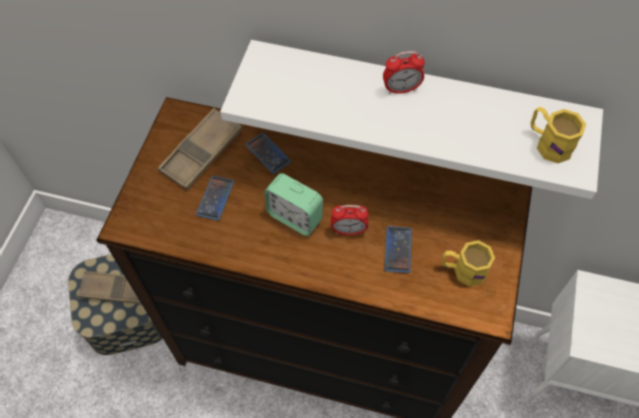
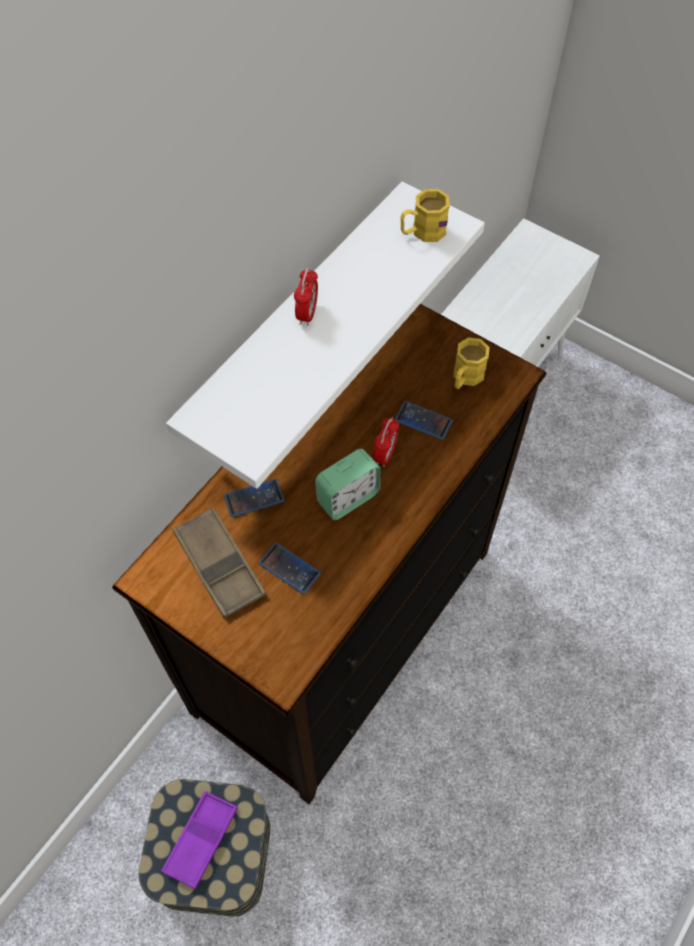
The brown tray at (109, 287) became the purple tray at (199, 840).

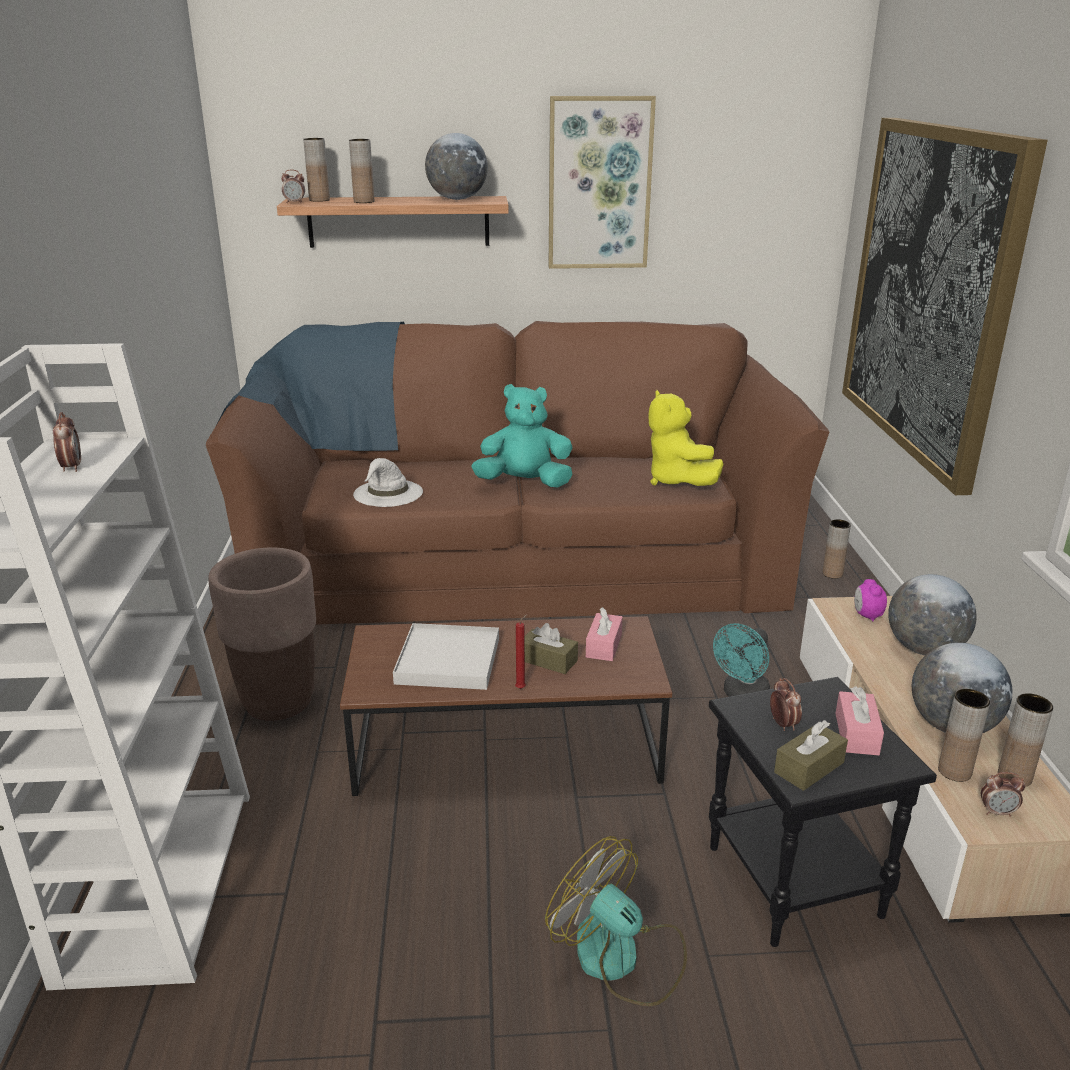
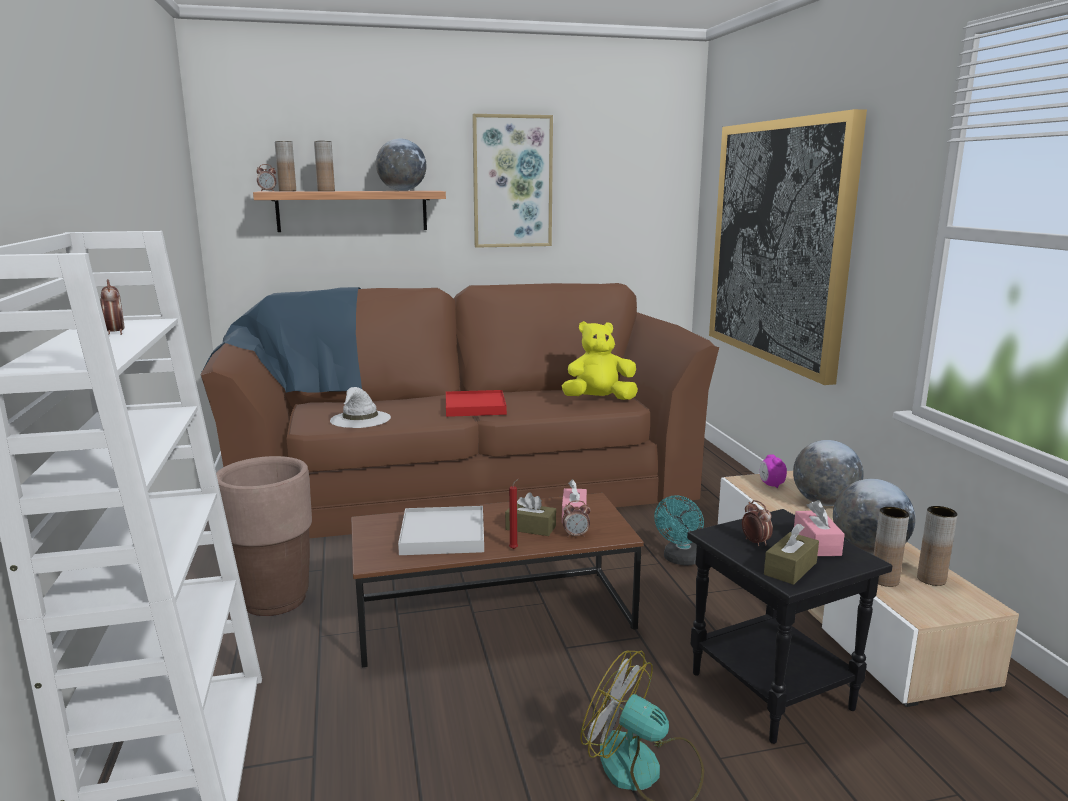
The brown vase at (836, 549) disappeared.
The alarm clock moved from (1003, 794) to (576, 518).
The turquoise plush toy at (522, 436) was replaced by the red tray at (476, 403).
The yellow plush toy at (685, 438) turned 105 degrees clockwise.

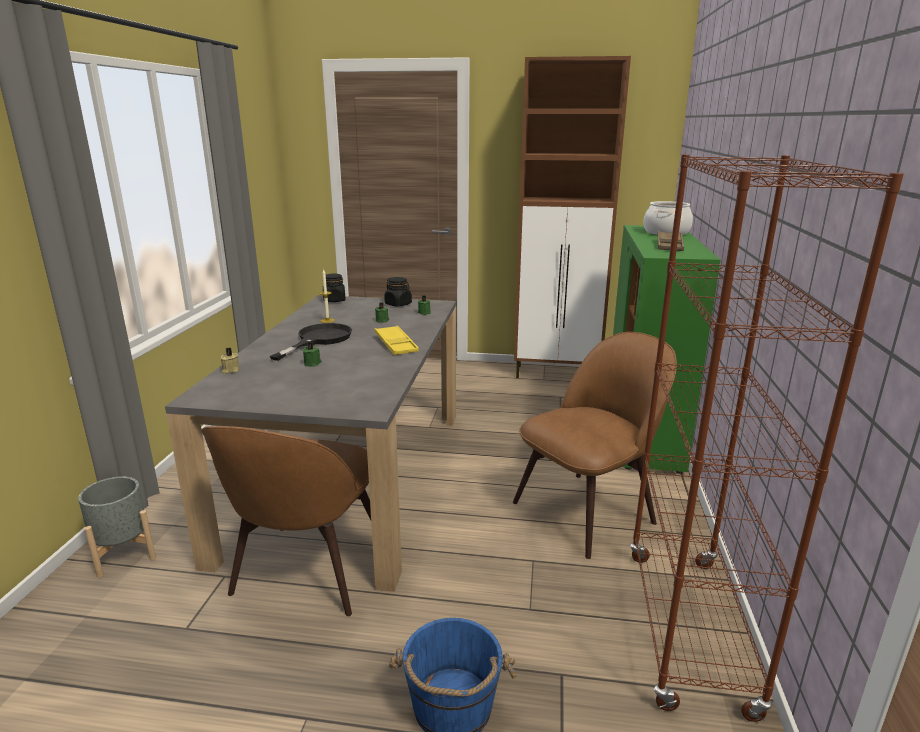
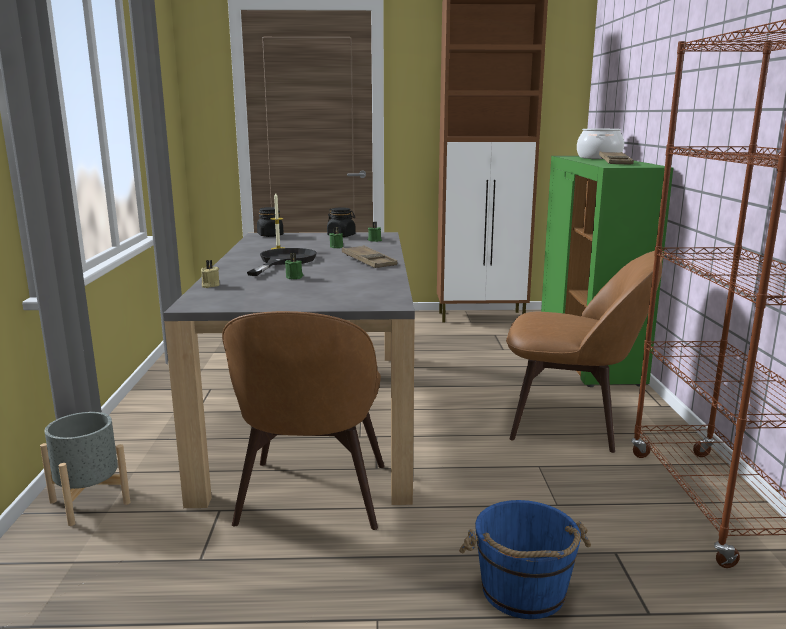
The yellow tray at (397, 340) became the brown tray at (369, 256).
The brown chair at (595, 445) turned 60 degrees clockwise.

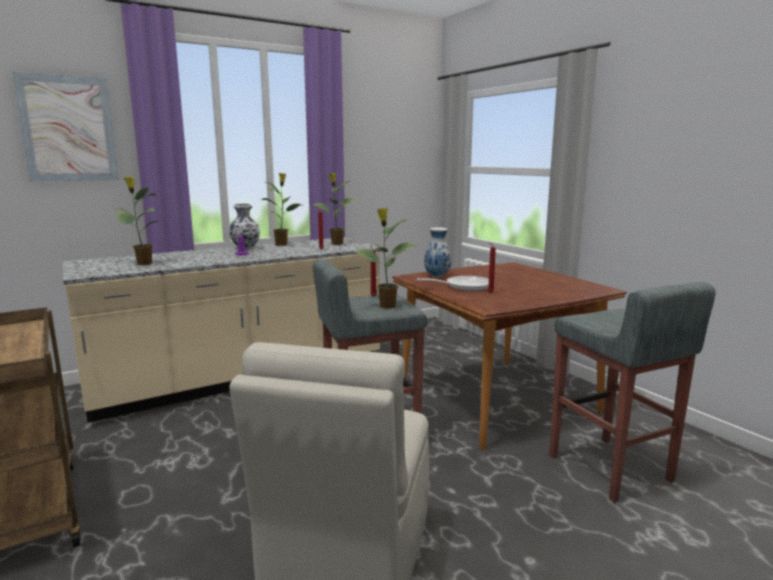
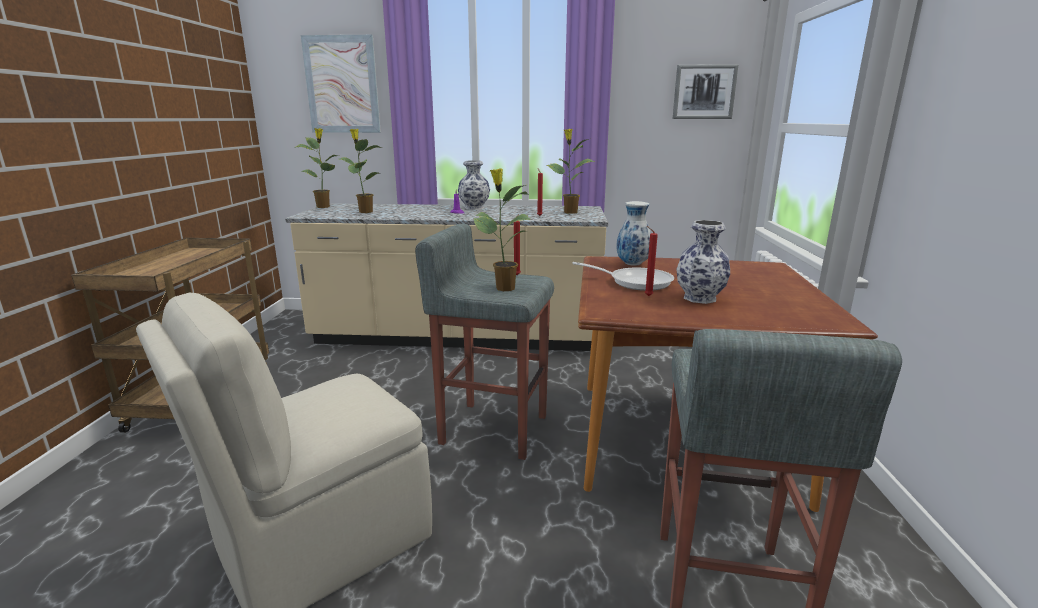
The picture at (706, 91) appeared.
The vase at (703, 262) appeared.
The potted plant moved from (280, 209) to (317, 168).

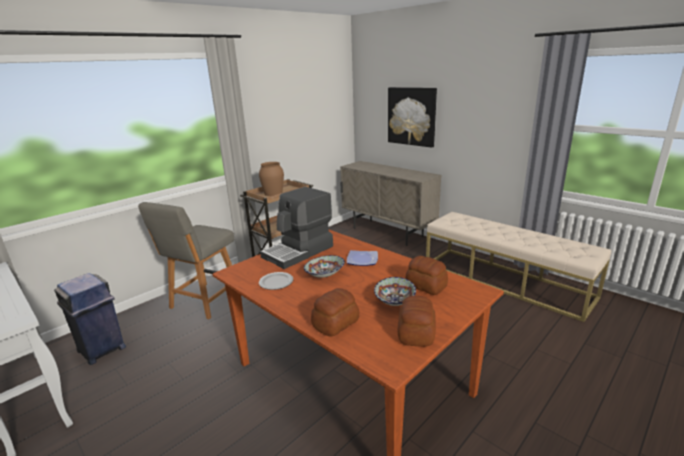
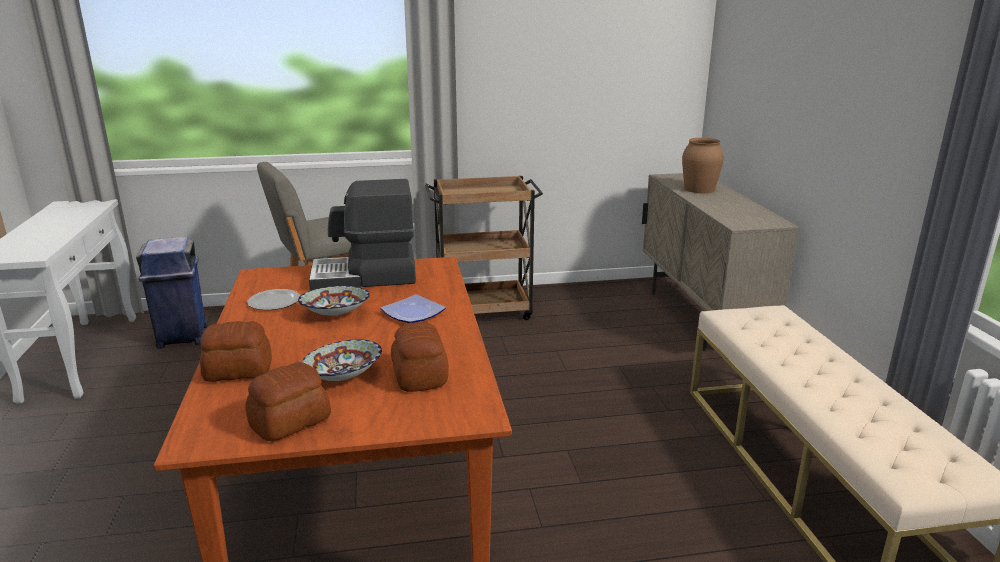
The picture at (412, 117) disappeared.
The brown vase moved from (271, 179) to (703, 165).

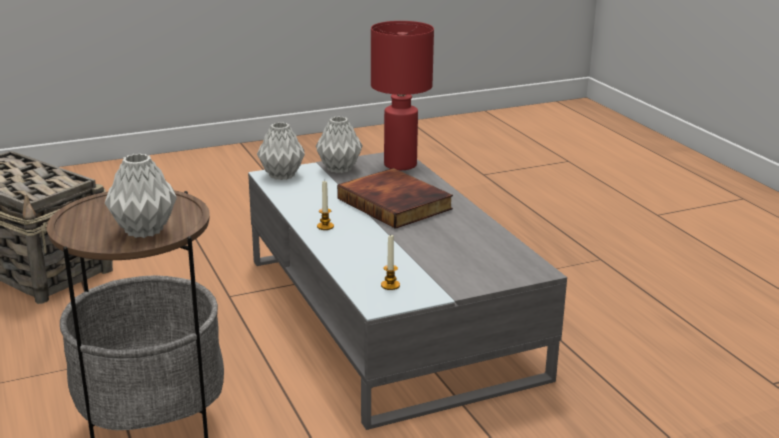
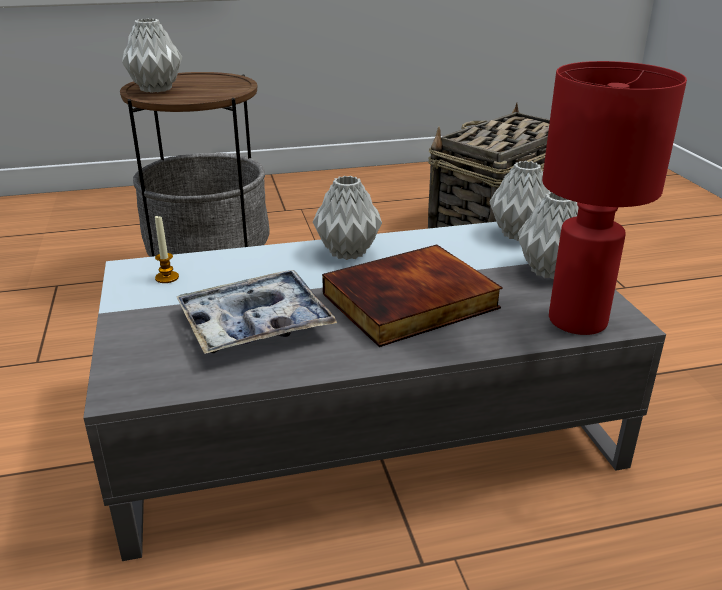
The tray at (257, 312) appeared.
The candle at (325, 205) was replaced by the grey vase at (347, 218).

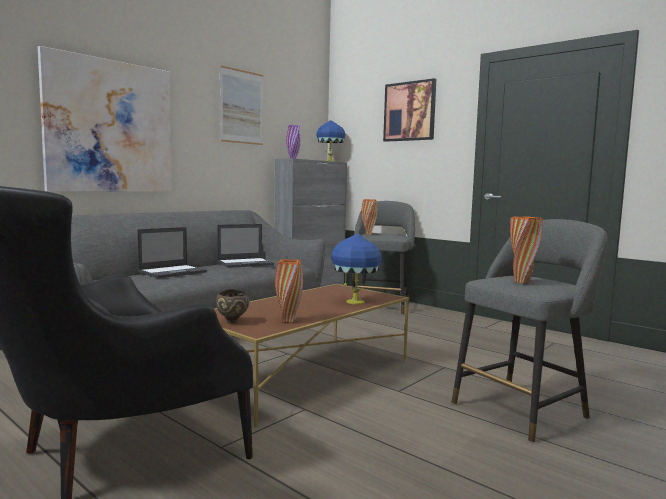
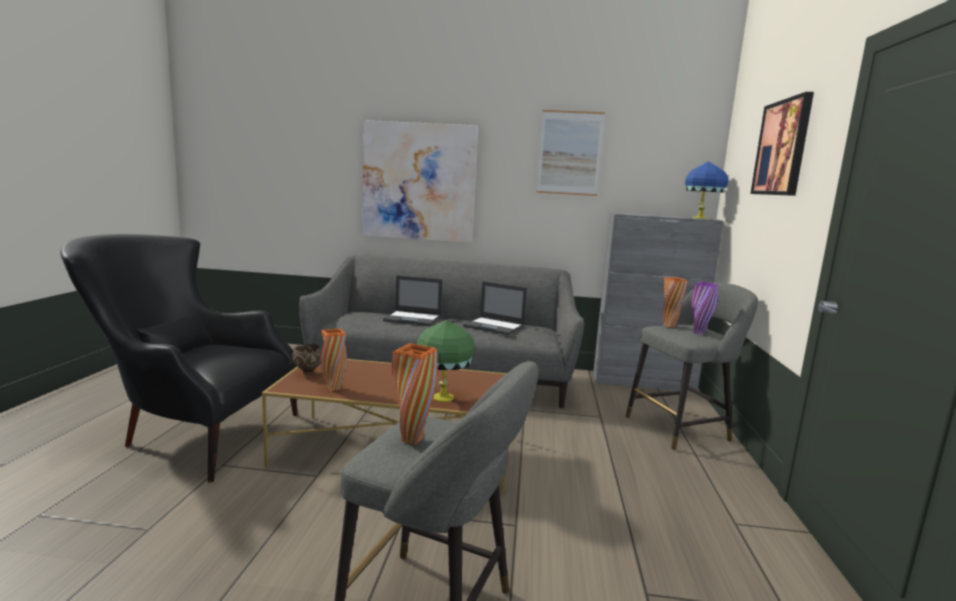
The purple vase moved from (293, 142) to (705, 308).
The blue table lamp at (356, 268) became the green table lamp at (446, 361).

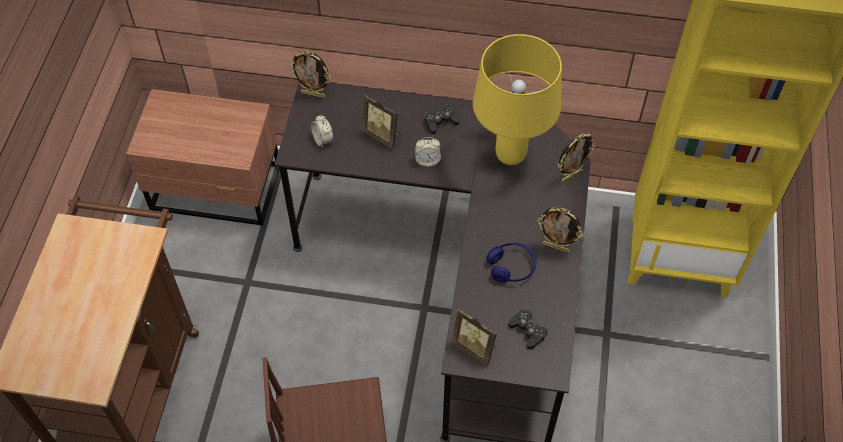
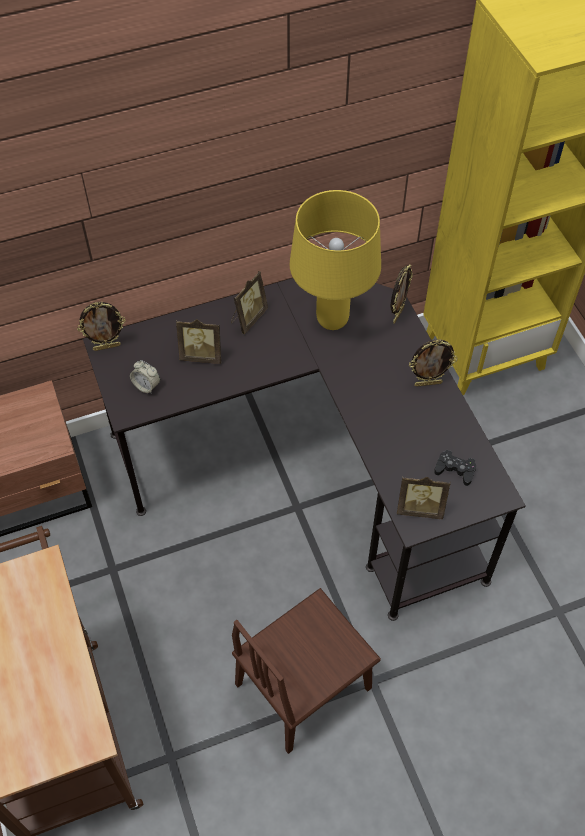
The alarm clock at (428, 152) disappeared.
The blue headphones at (511, 262) disappeared.
The black game controller at (442, 119) was replaced by the picture frame at (249, 302).

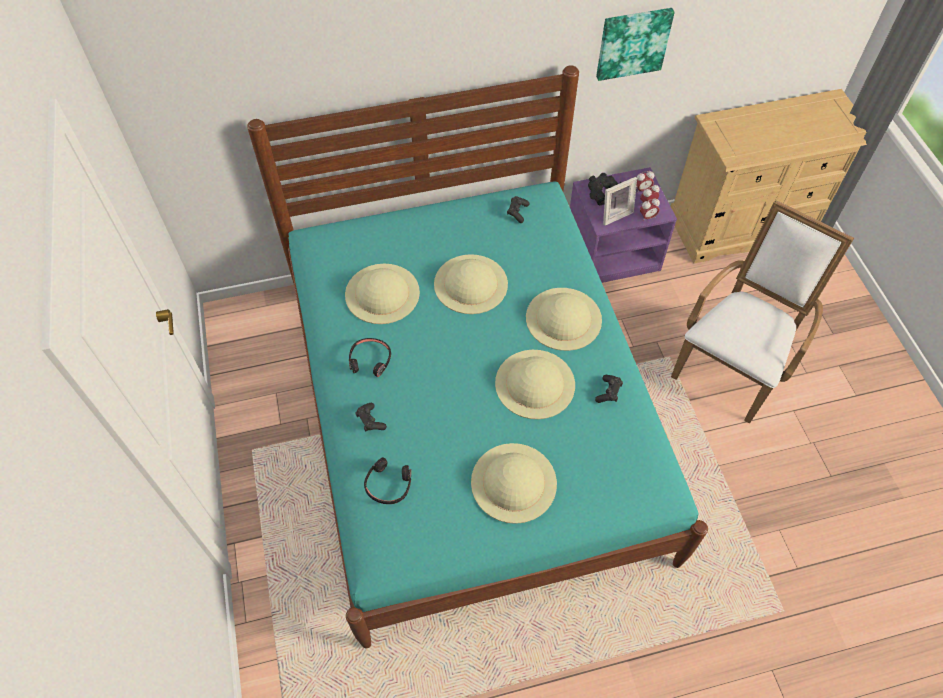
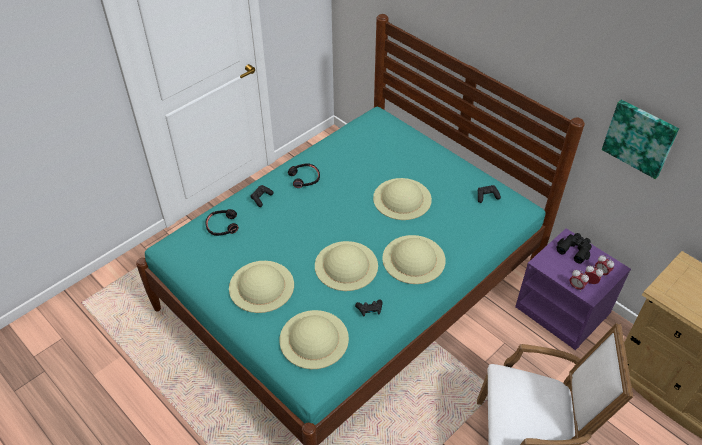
The picture frame at (620, 201) disappeared.
The beige hat moved from (382, 294) to (314, 339).

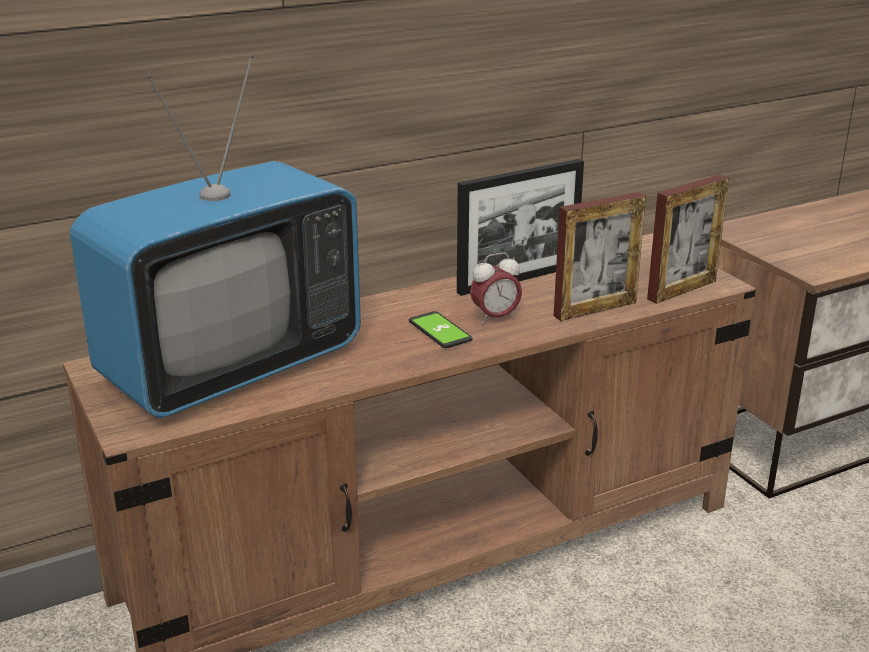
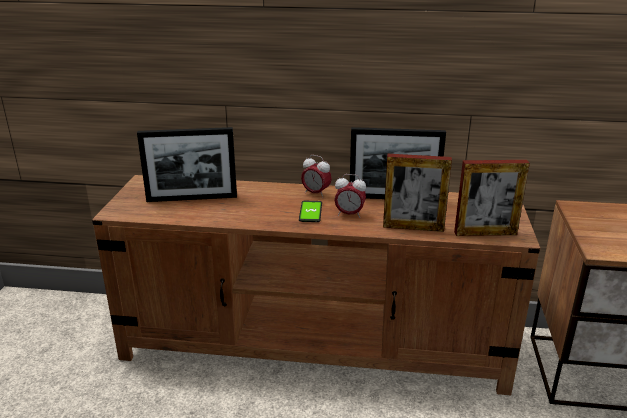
The alarm clock at (316, 176) appeared.
The television at (215, 236) was replaced by the picture frame at (187, 164).

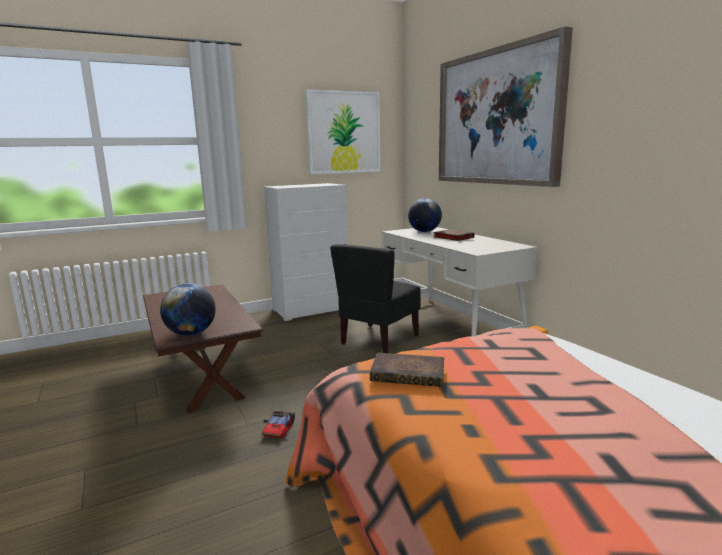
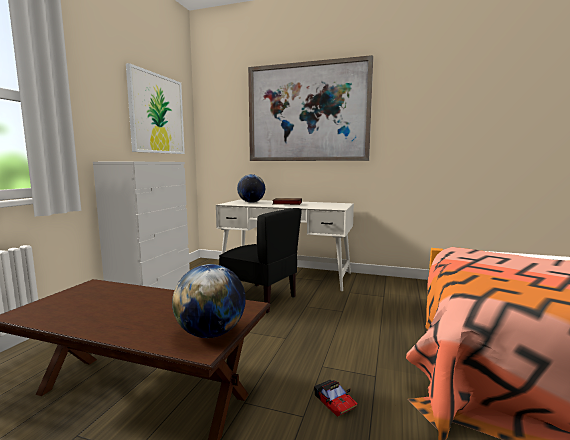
The book at (407, 369) disappeared.
The black chair at (375, 298) turned 45 degrees counterclockwise.

